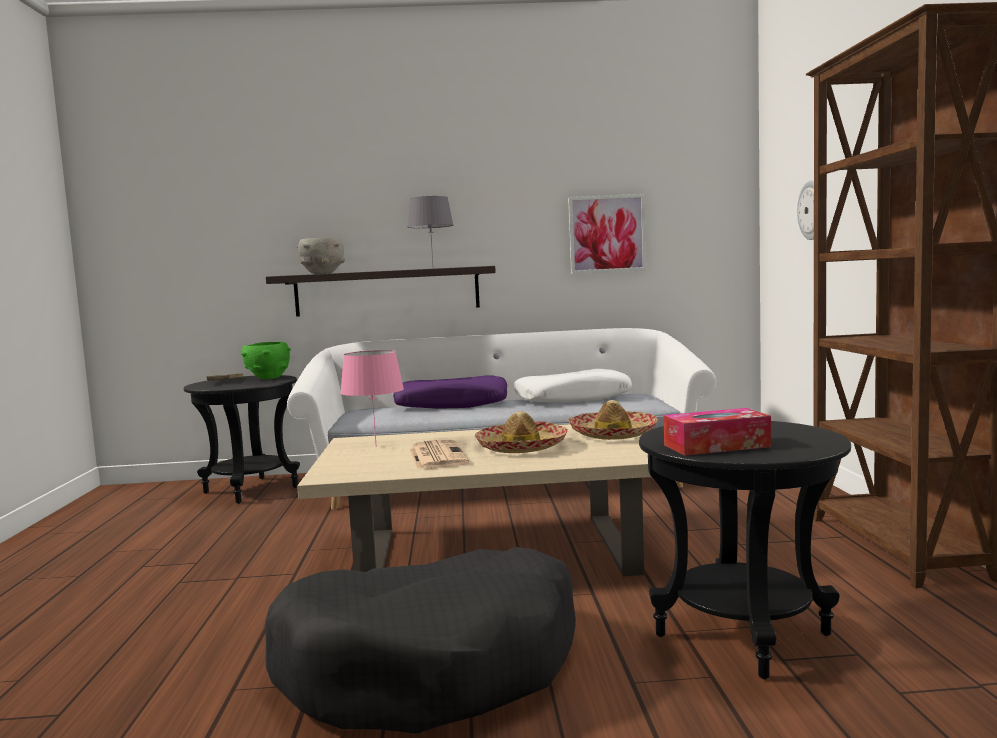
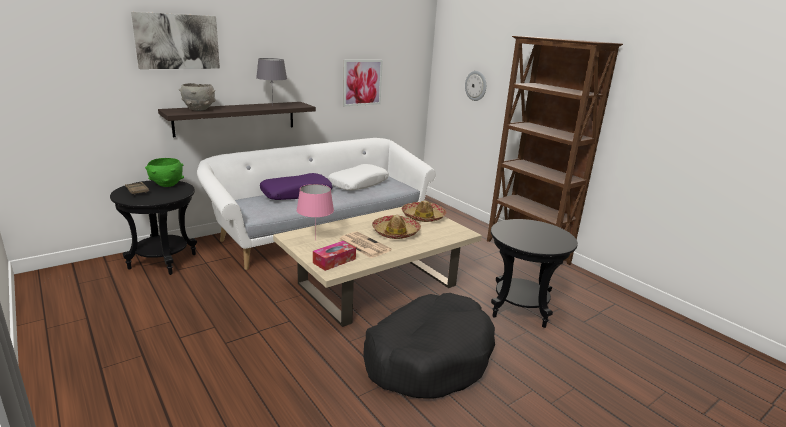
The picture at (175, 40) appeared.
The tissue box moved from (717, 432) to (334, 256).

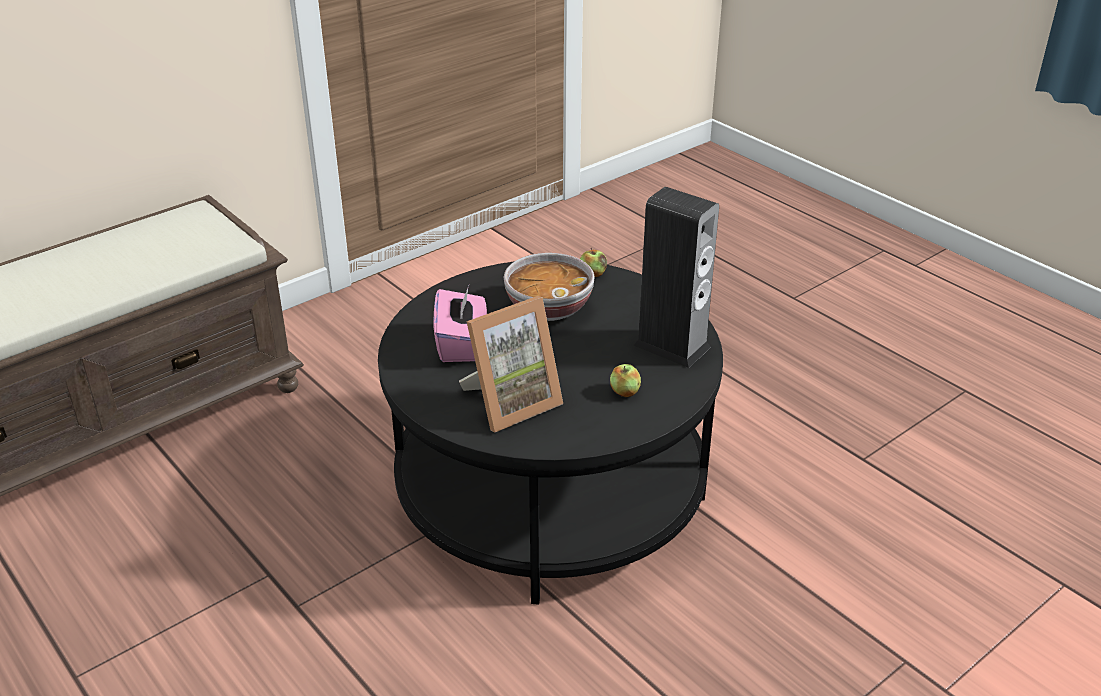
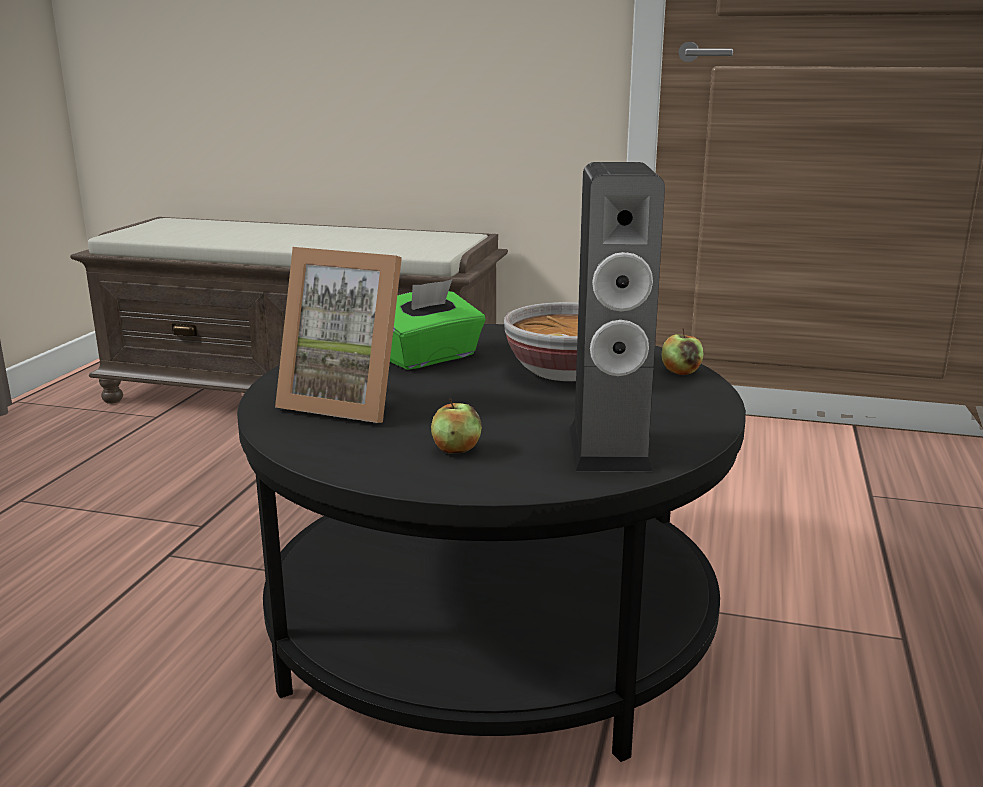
The pink tissue box at (460, 324) became the green tissue box at (438, 325).

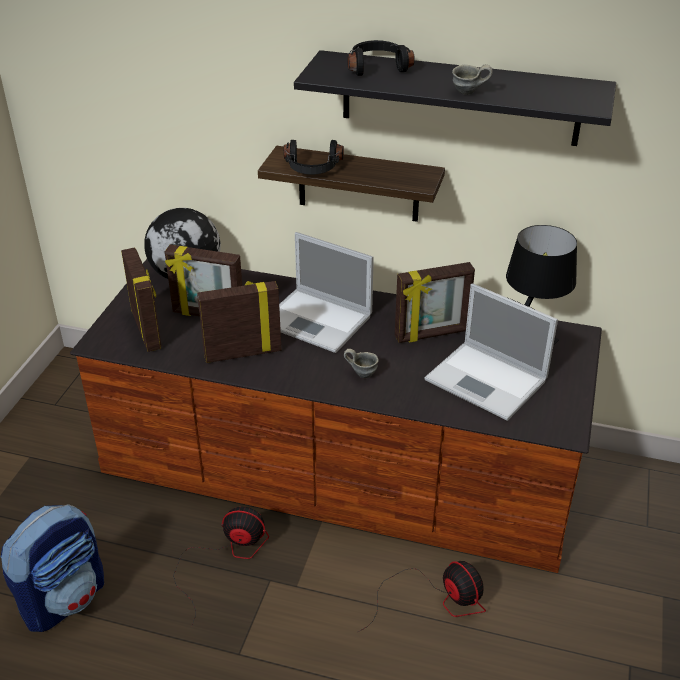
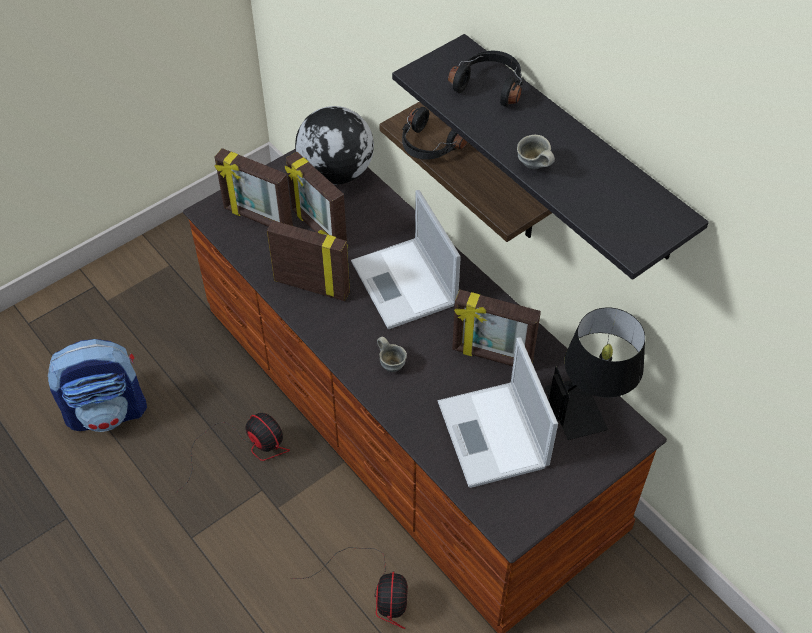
The picture frame at (141, 300) turned 105 degrees clockwise.

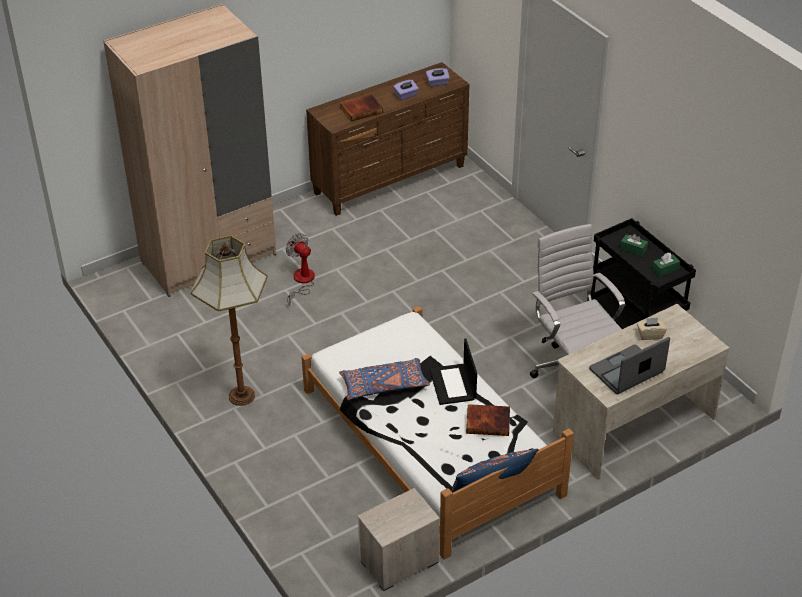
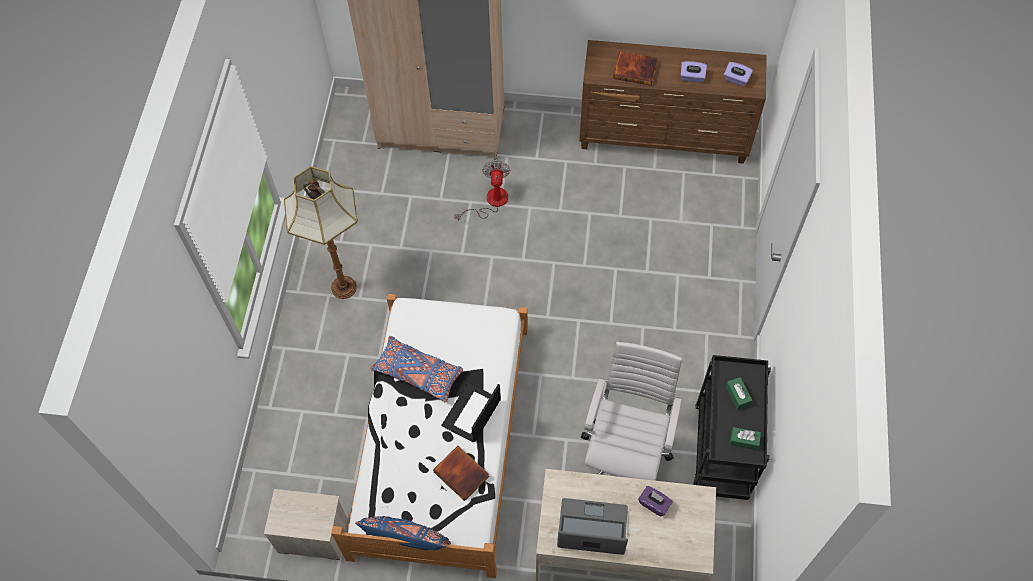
The beige tissue box at (652, 329) became the purple tissue box at (655, 501).

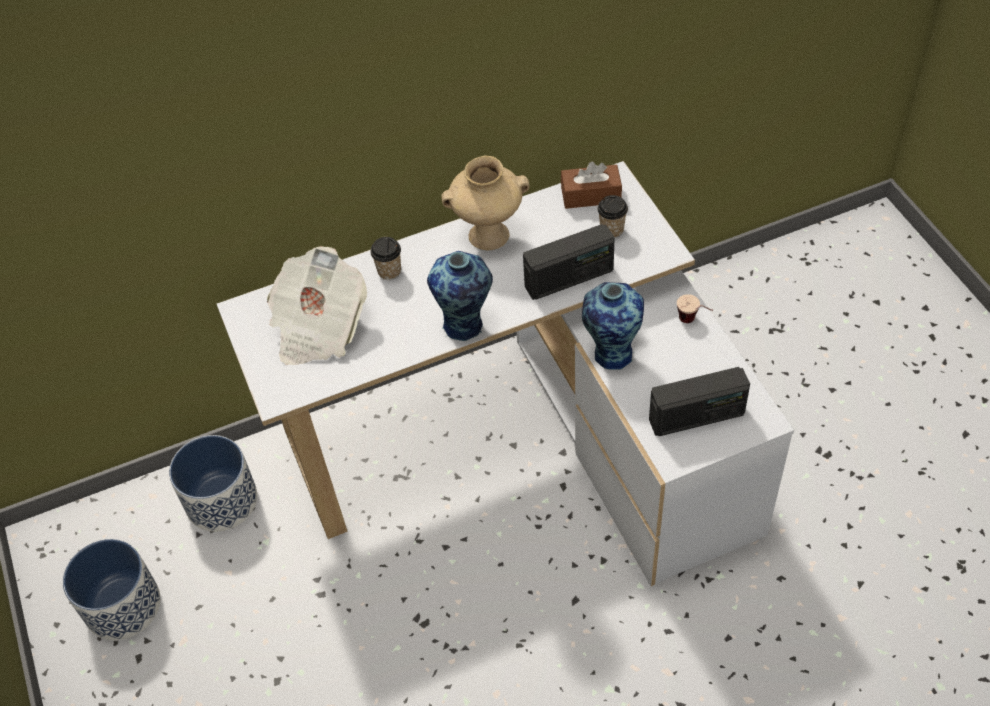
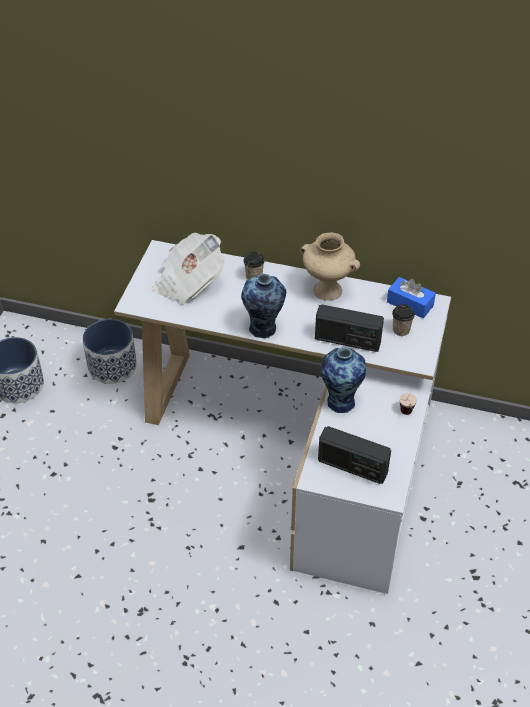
The brown tissue box at (591, 185) became the blue tissue box at (411, 297).

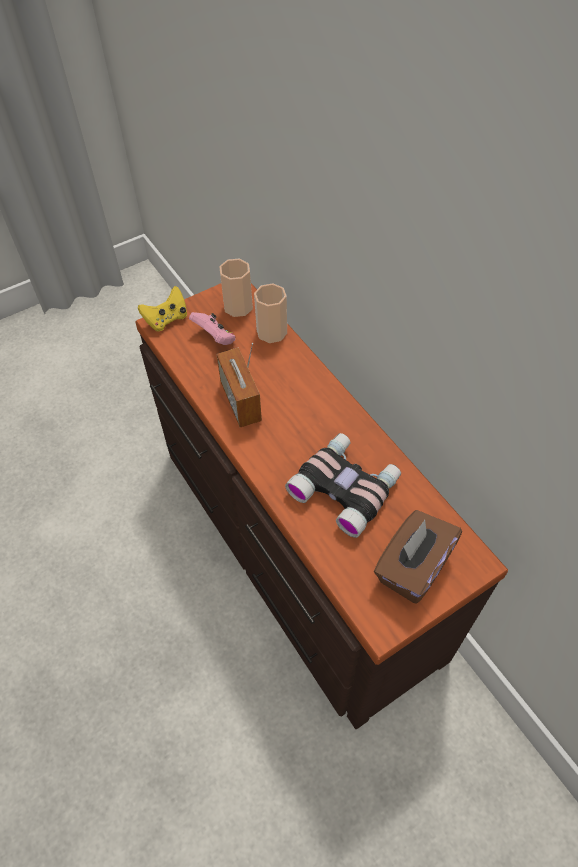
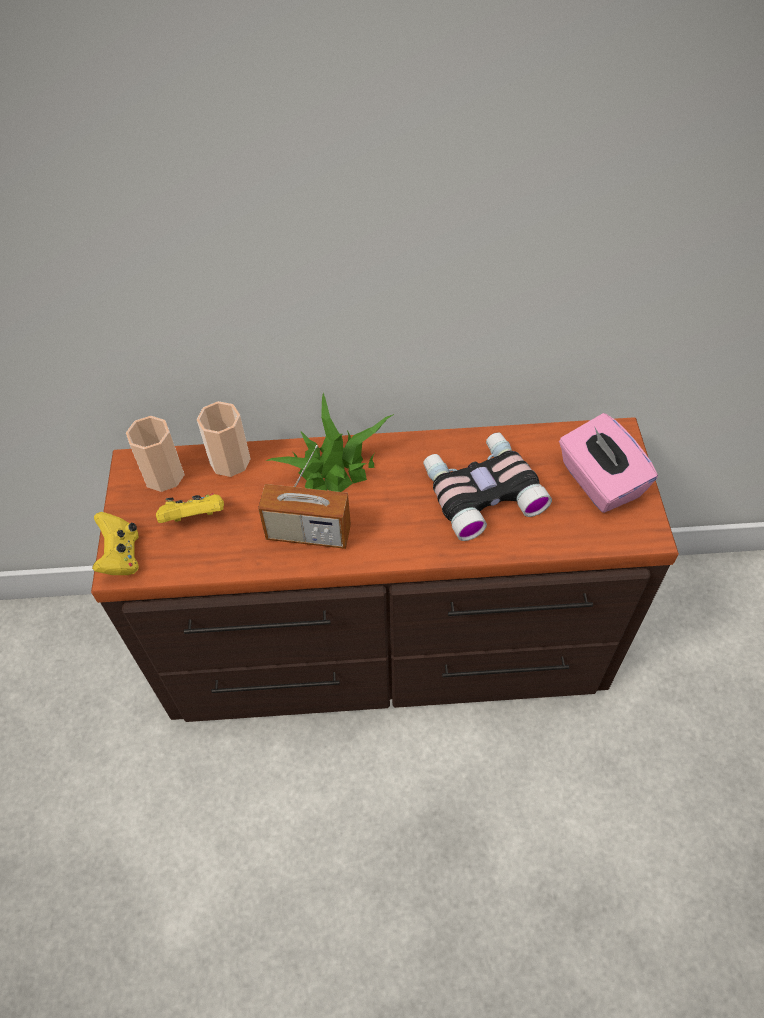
The potted plant at (330, 442) appeared.
The pink game controller at (212, 328) became the yellow game controller at (190, 508).
The brown tissue box at (418, 557) became the pink tissue box at (608, 463).

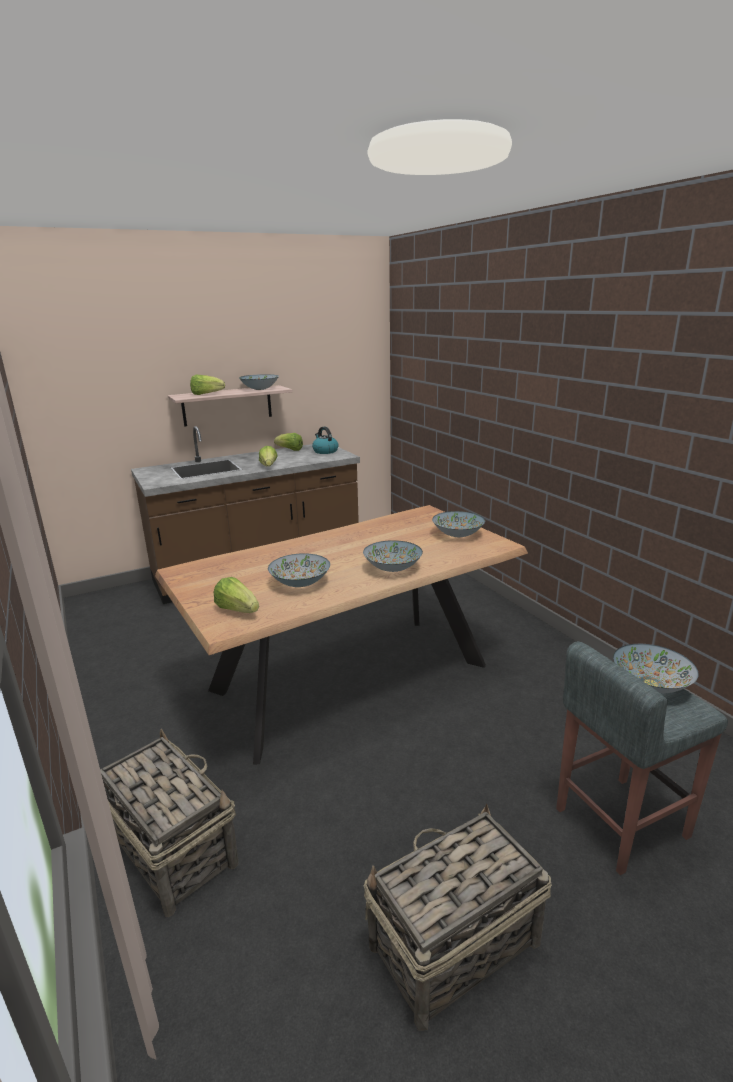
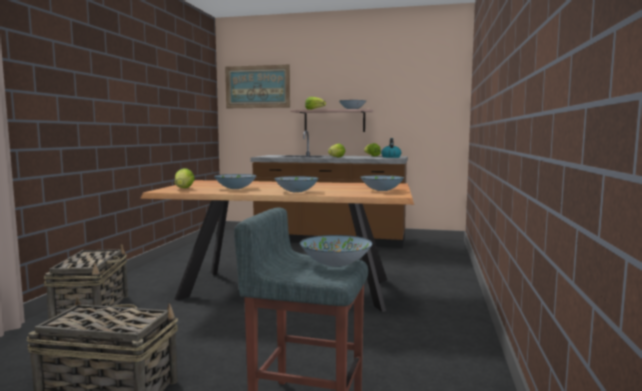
The picture at (257, 86) appeared.

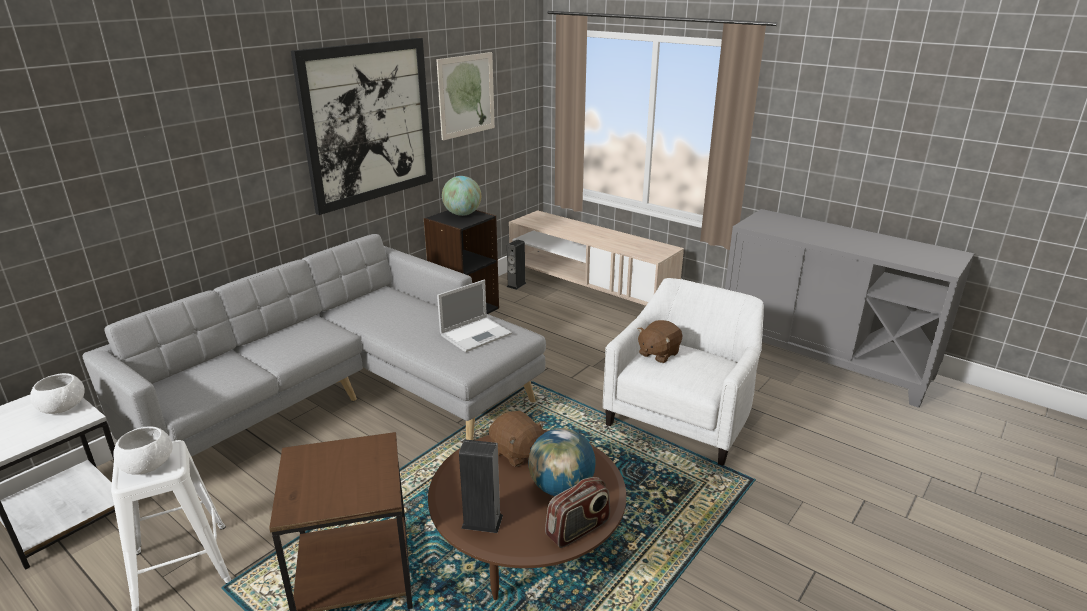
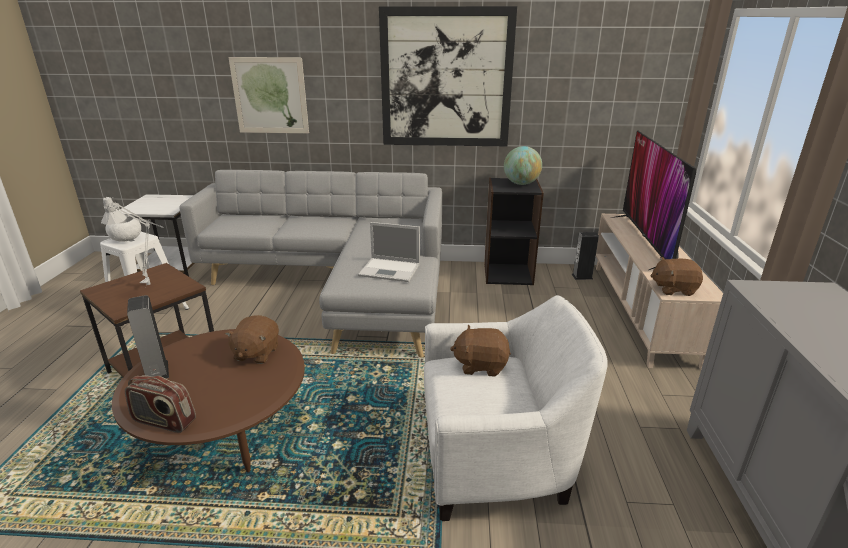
The white bowl at (57, 393) disappeared.
The globe at (562, 462) disappeared.
The grey table lamp at (132, 241) appeared.
The television at (653, 200) appeared.
The brown plush toy at (676, 276) appeared.
The picture moved from (466, 96) to (268, 95).

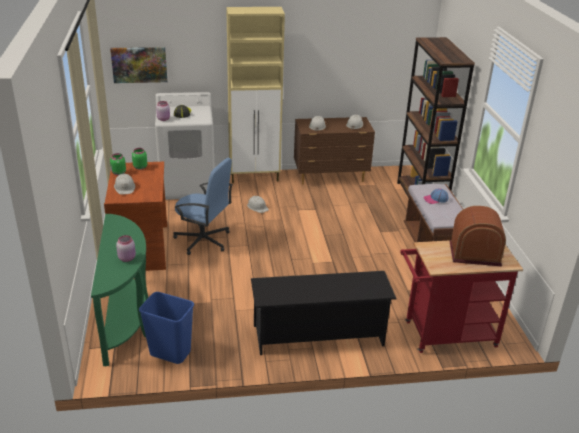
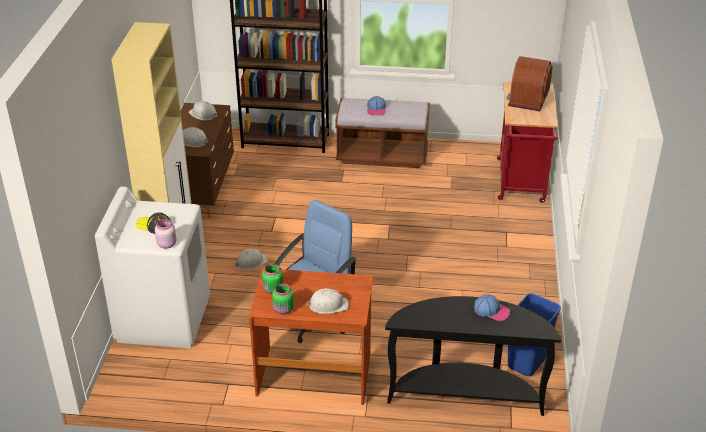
The picture at (138, 65) disappeared.
The black shoe rack at (323, 313) disappeared.
The pink jar at (126, 248) was replaced by the cap at (492, 307).
The green console table at (119, 290) became the black console table at (473, 356).

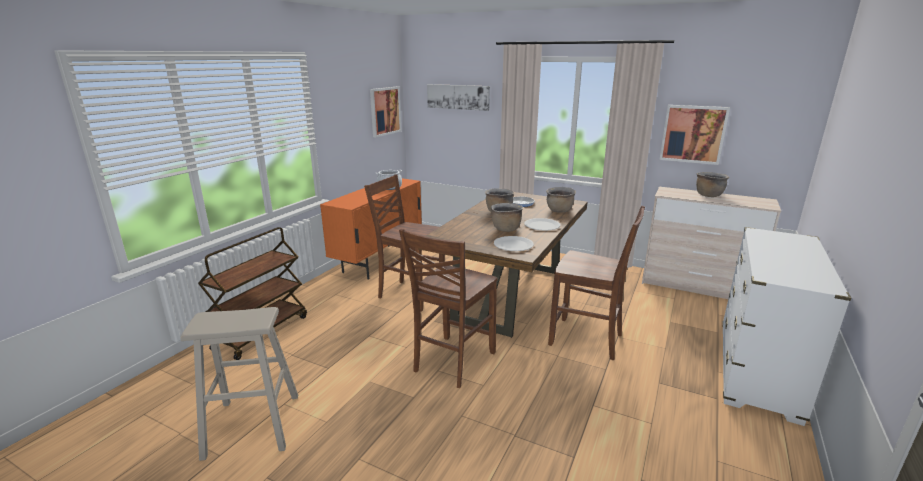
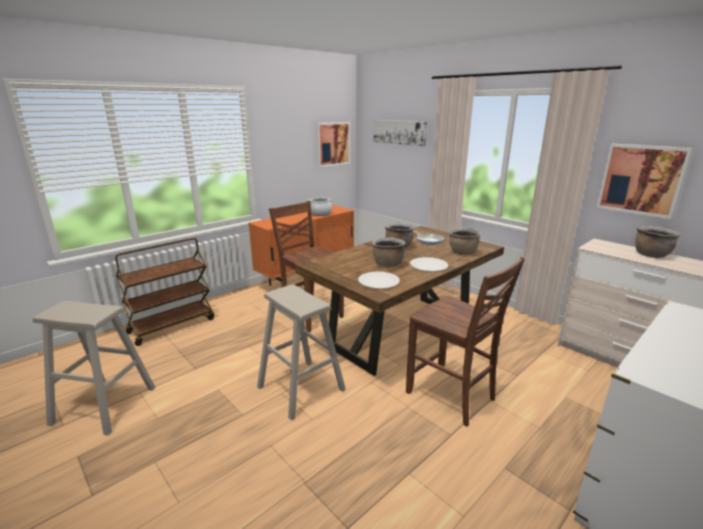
The brown chair at (448, 308) was replaced by the beige stool at (301, 352).

